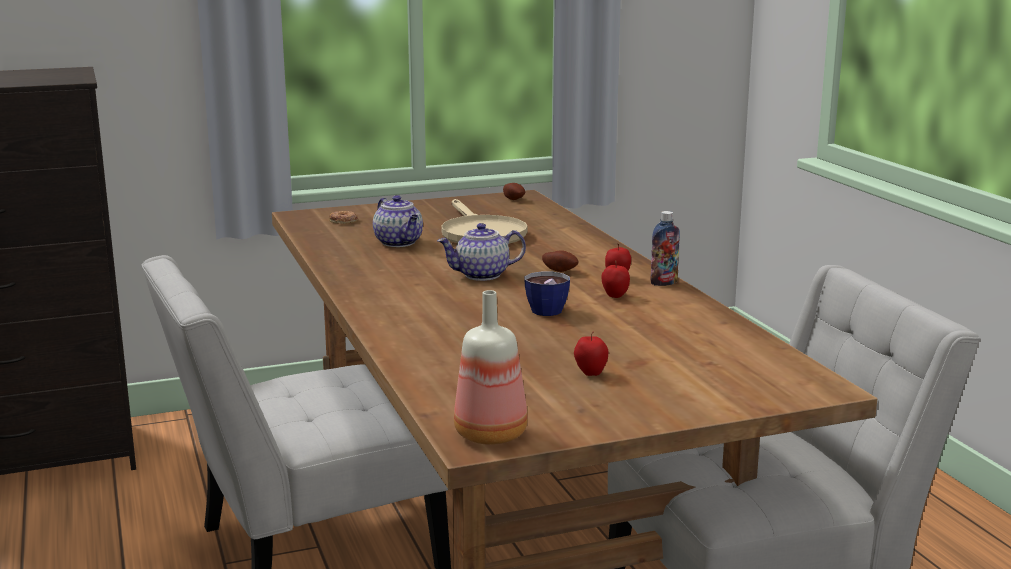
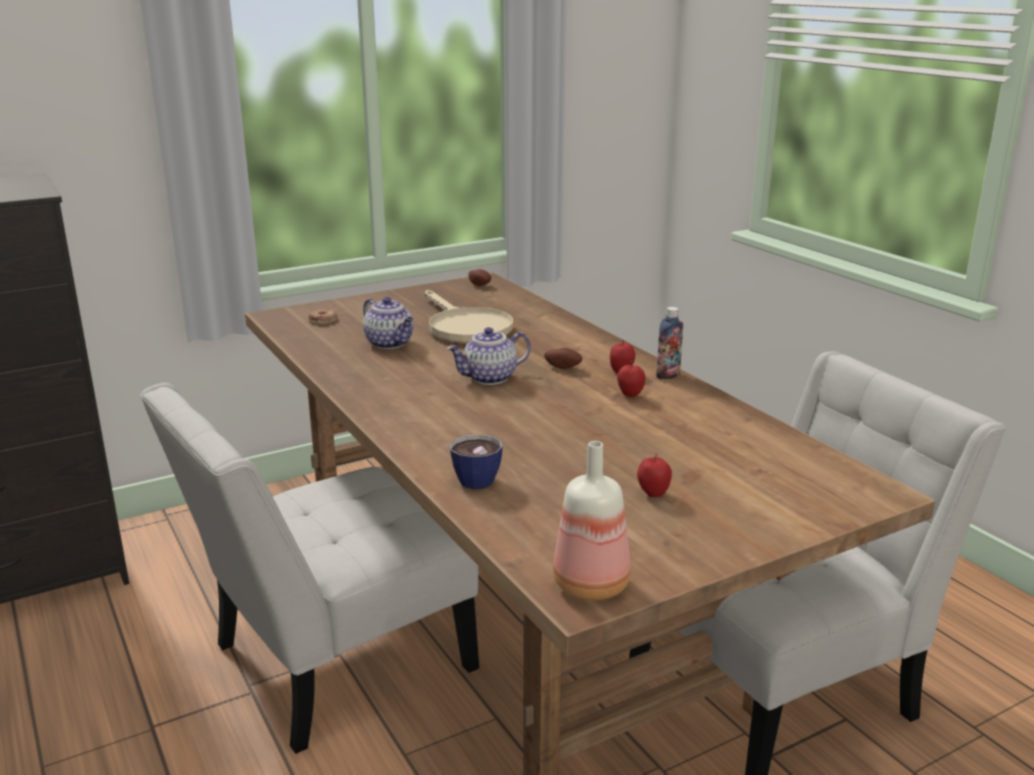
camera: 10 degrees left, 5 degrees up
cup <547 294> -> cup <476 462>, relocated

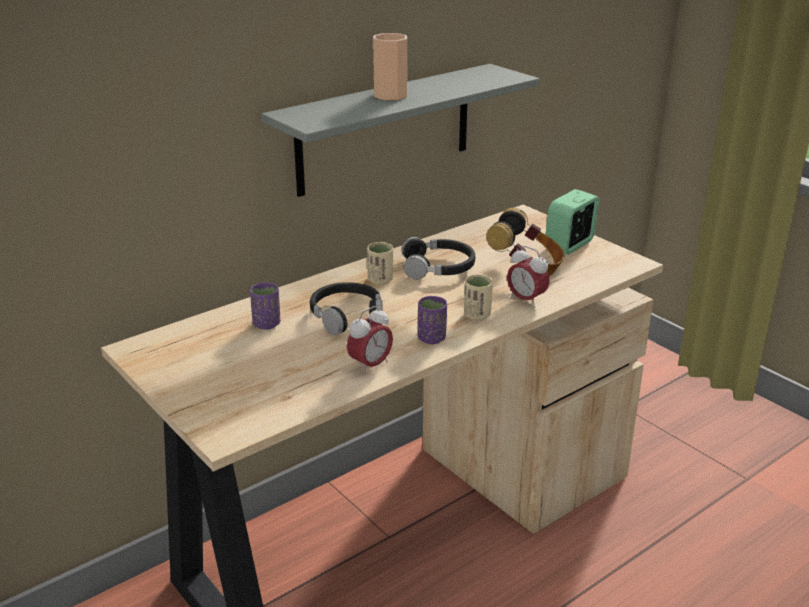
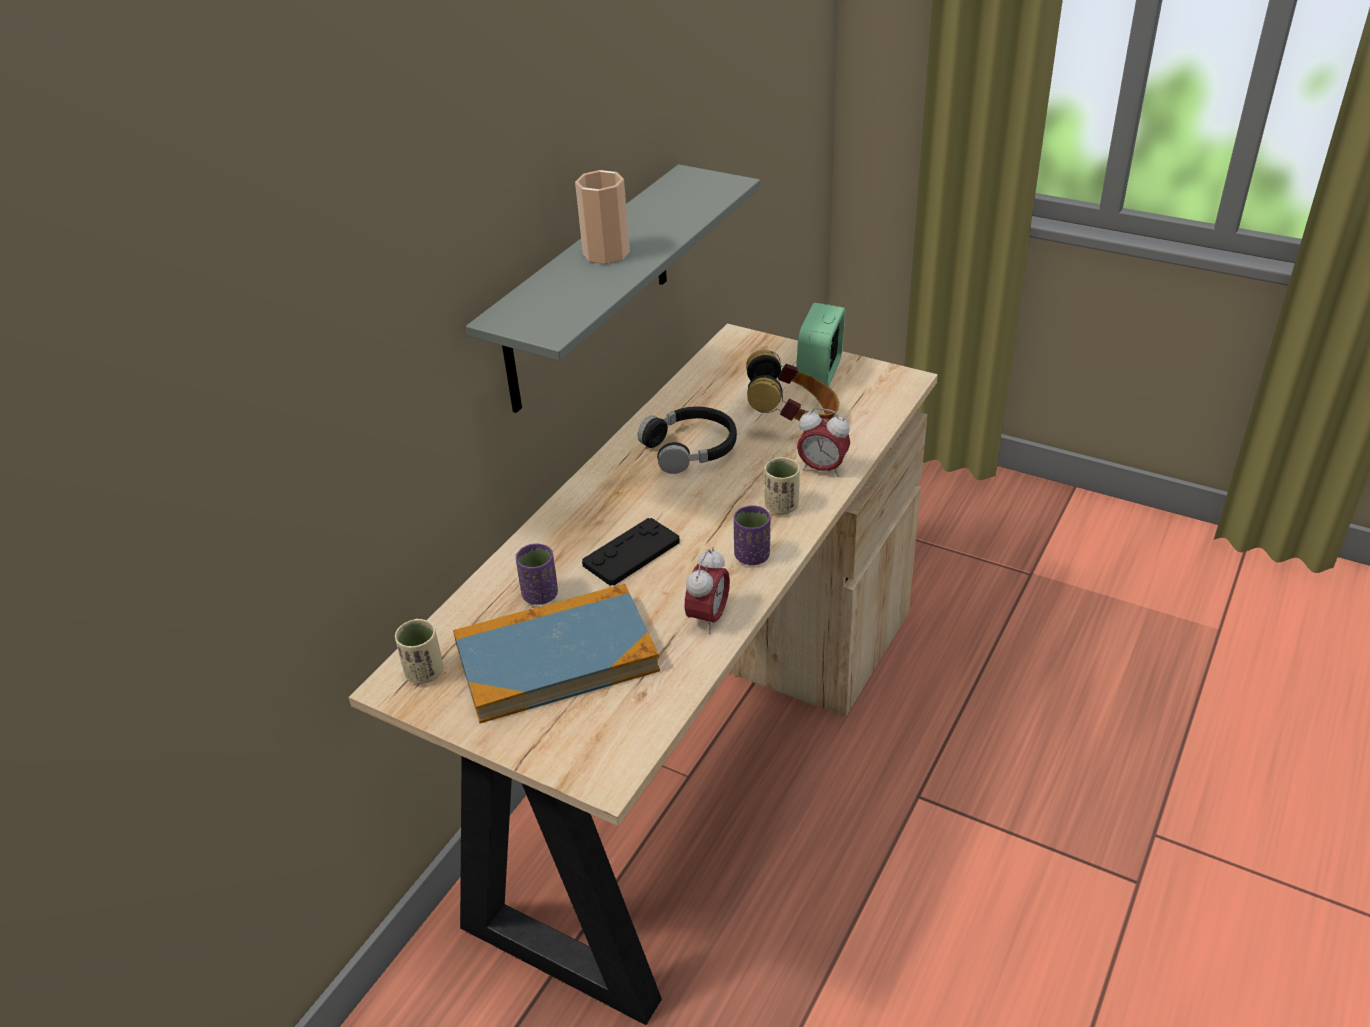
camera: 20 degrees left, 10 degrees up
sand-coloured cup <380 263> -> sand-coloured cup <419 651>, relocated
black headset <346 308> -> black joypad <631 552>
none -> bound book <556 653>

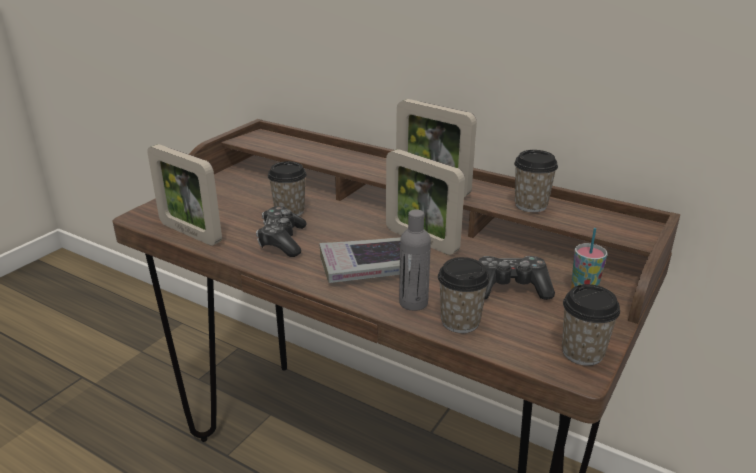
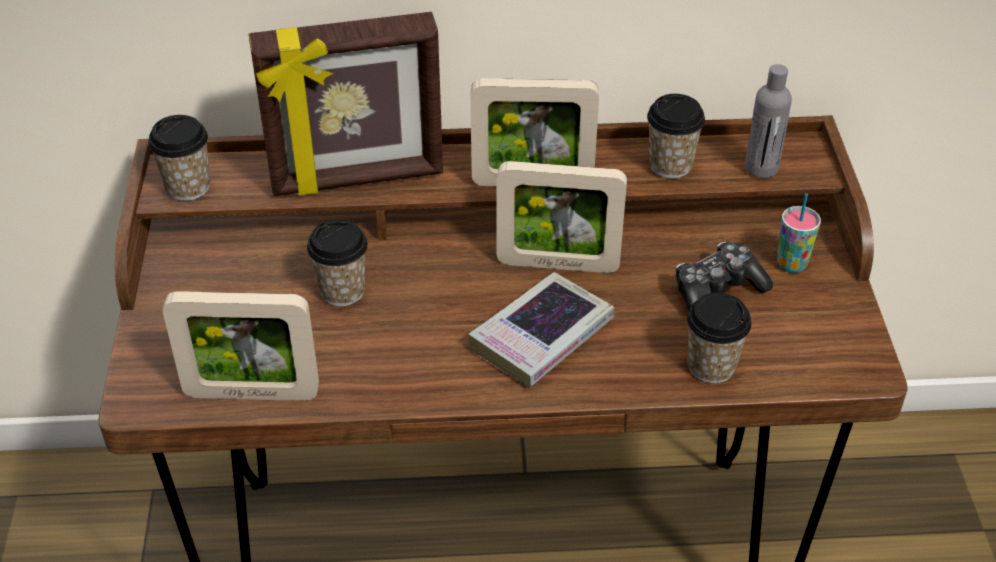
camera: 35 degrees left, 15 degrees up
joypad <281 231> -> none
gray drink bottle <415 260> -> gray drink bottle <768 121>, relocated
cup <591 325> -> cup <179 158>, relocated
none -> picture frame <346 104>

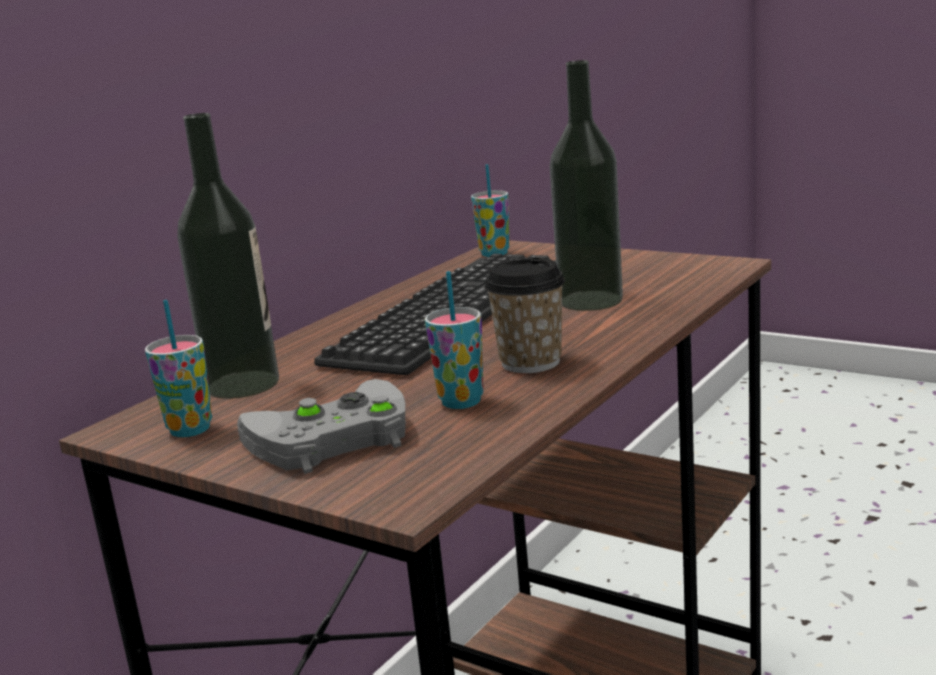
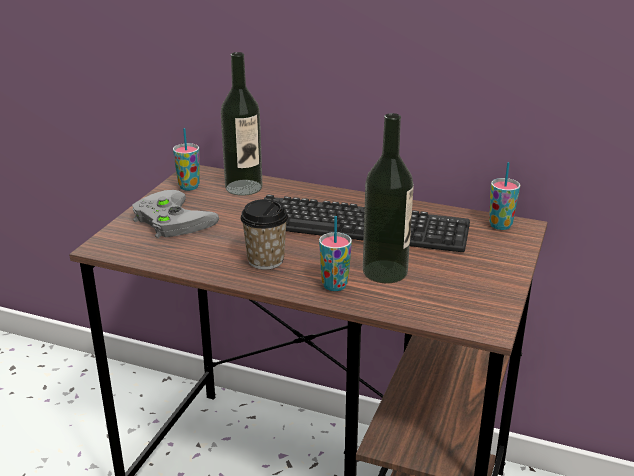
camera: 75 degrees right, 10 degrees up
cup <454 340> -> cup <335 253>, relocated

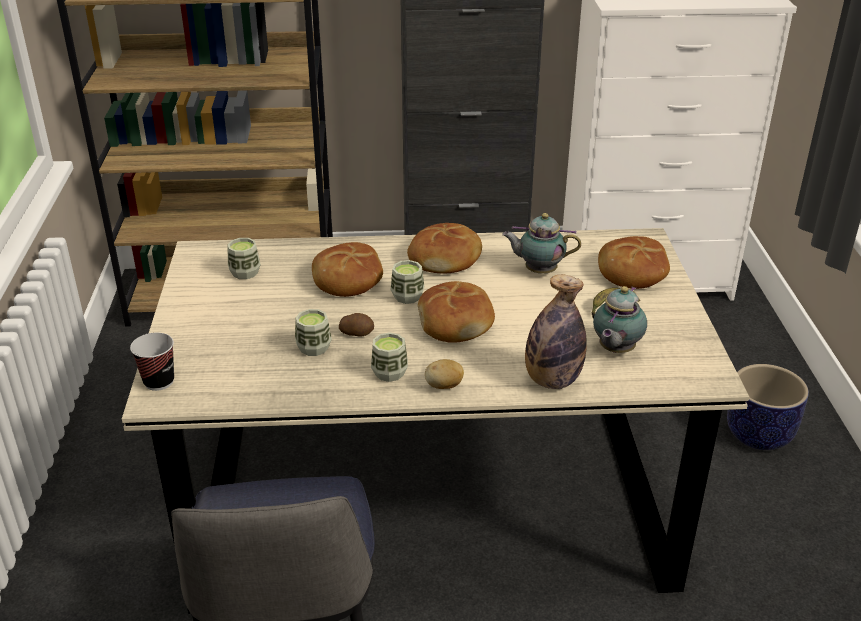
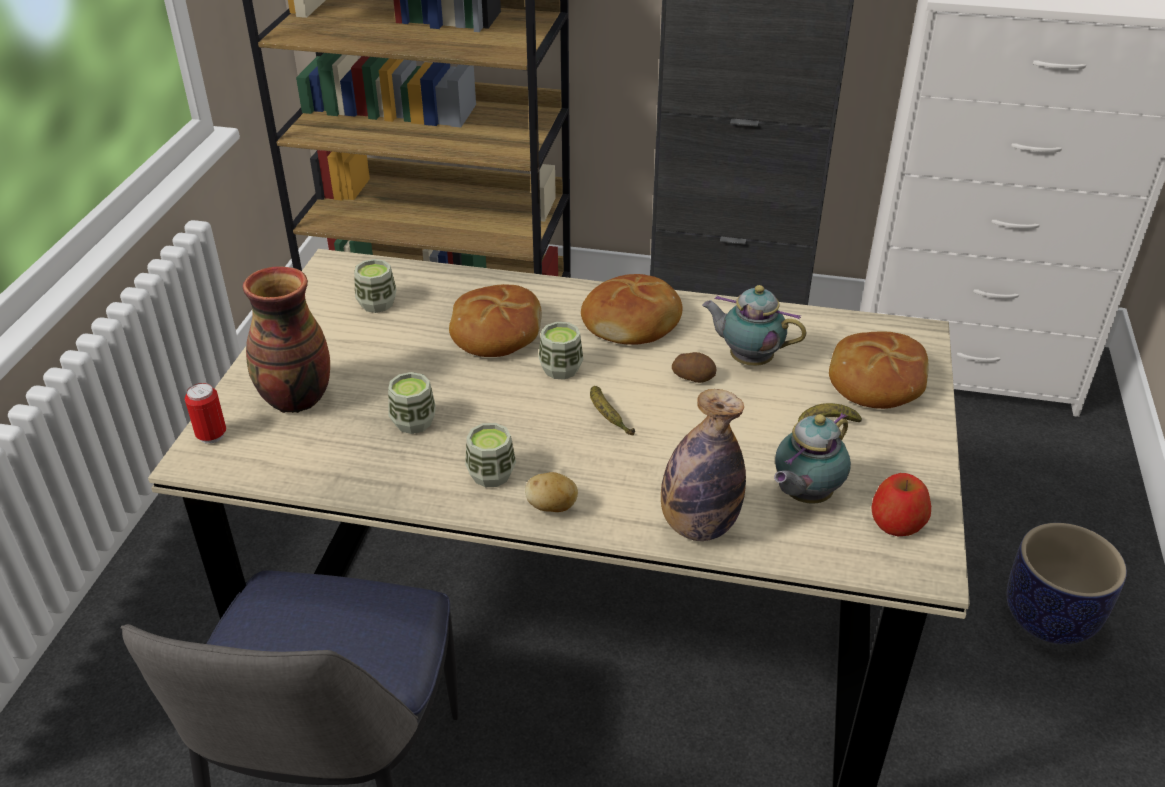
camera: 15 degrees right, 5 degrees up
bread <456 312> -> banana fruit <612 410>
whole potato <356 325> -> whole potato <694 367>, relocated
cup <152 362> -> sealed can <205 413>
none -> flower vase <286 339>
none -> apple fruit <901 504>

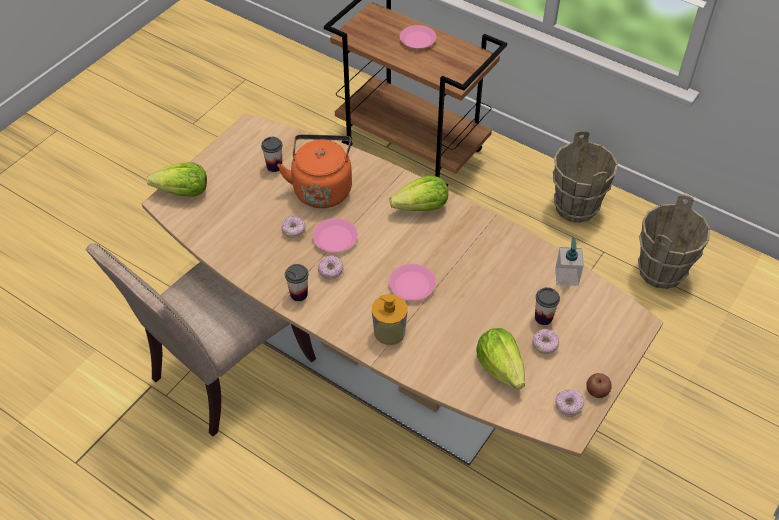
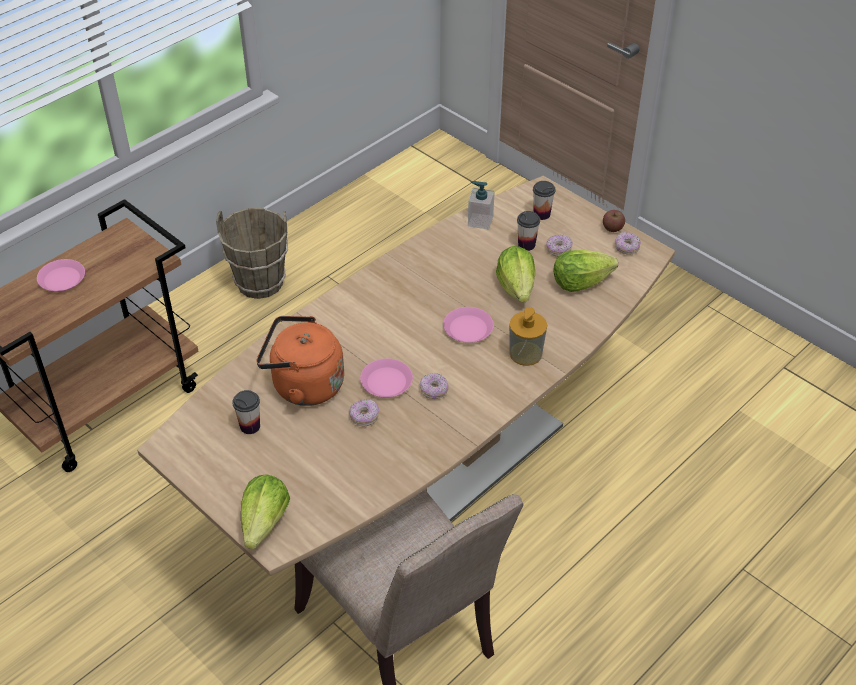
camera: 80 degrees left, 5 degrees down
lettuce <419 193> -> lettuce <515 274>, relocated
brownish bucket <674 241> -> none
cup <297 282> -> cup <544 200>, relocated

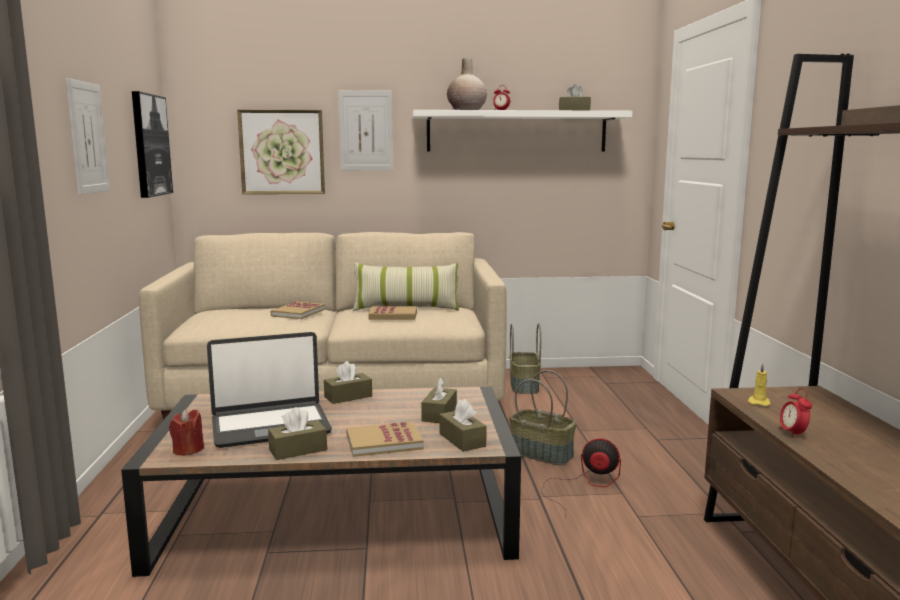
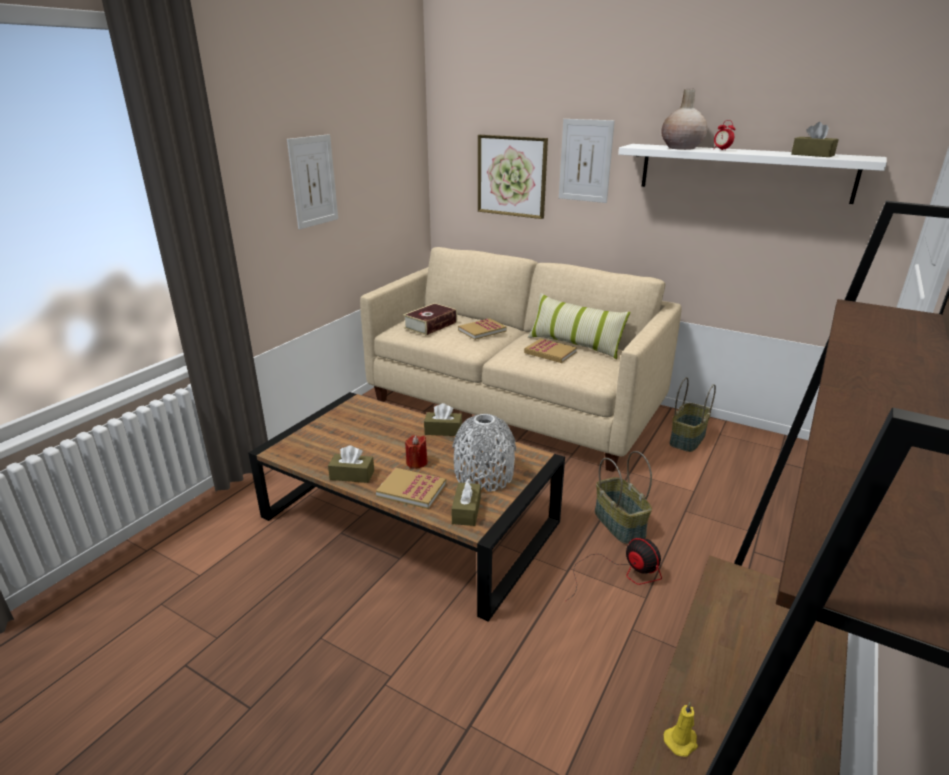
camera: 35 degrees right, 15 degrees up
wall art <152 144> -> none
laptop <269 390> -> none
yellowish candle <759 384> -> yellowish candle <680 729>, relocated
brownish tissue box <439 400> -> gray flower vase <484 452>
bedside clock <796 413> -> none
red candle <186 432> -> red candle <416 451>, relocated
none -> bound book <430 319>

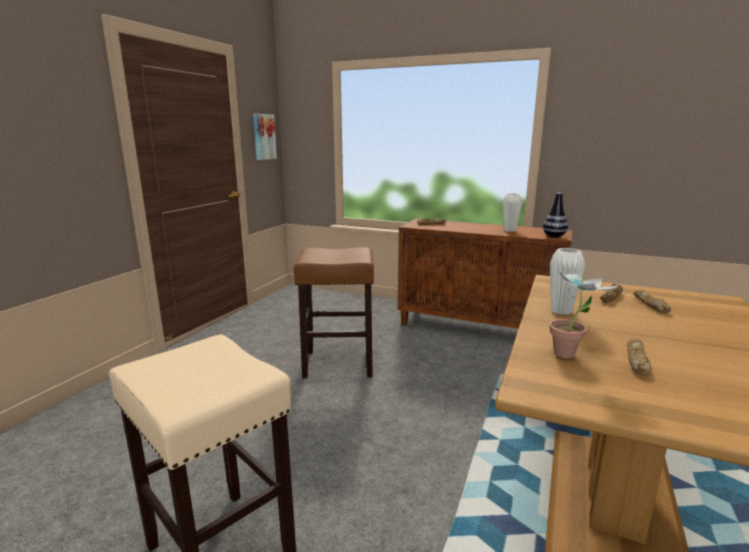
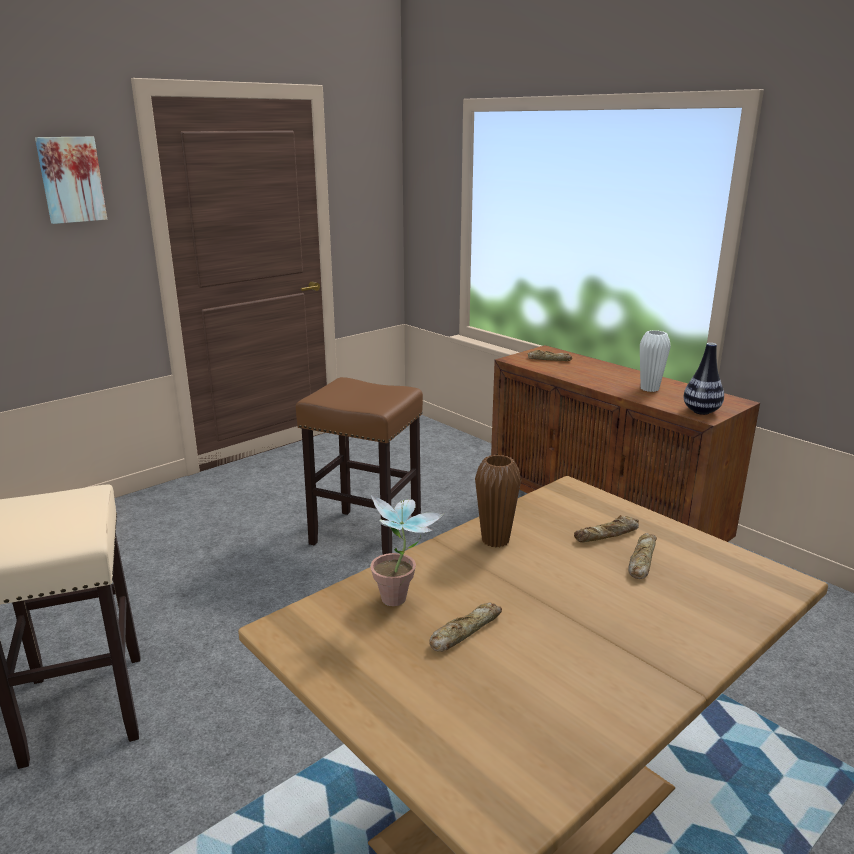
camera: 25 degrees right, 5 degrees up
wall art <265 137> -> wall art <71 180>, relocated
white flower vase <567 281> -> brownish flower vase <498 501>

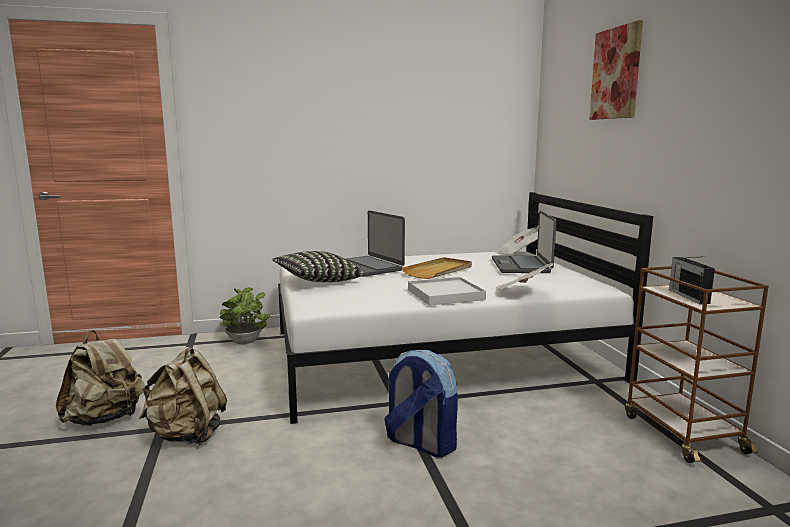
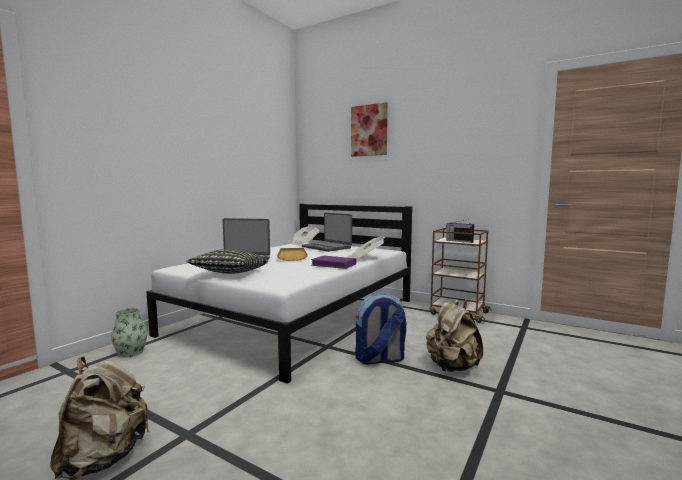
camera: 45 degrees left, 5 degrees down
white serving tray <447 291> -> purple-coloured bound book <334 262>
plant in a pot <244 316> -> flower vase <129 333>
sand-coloured backpack <183 396> -> sand-coloured backpack <454 335>, relocated

